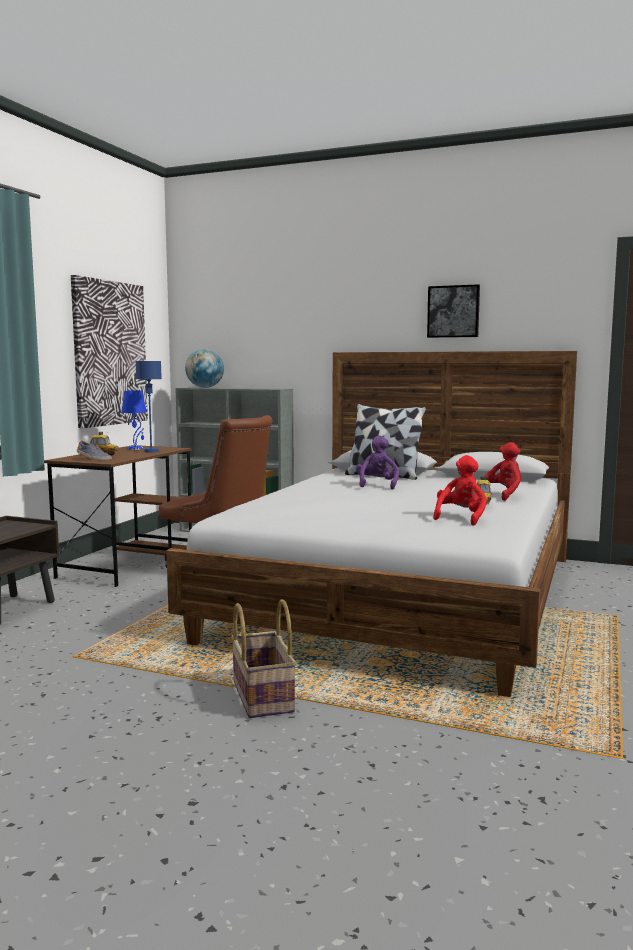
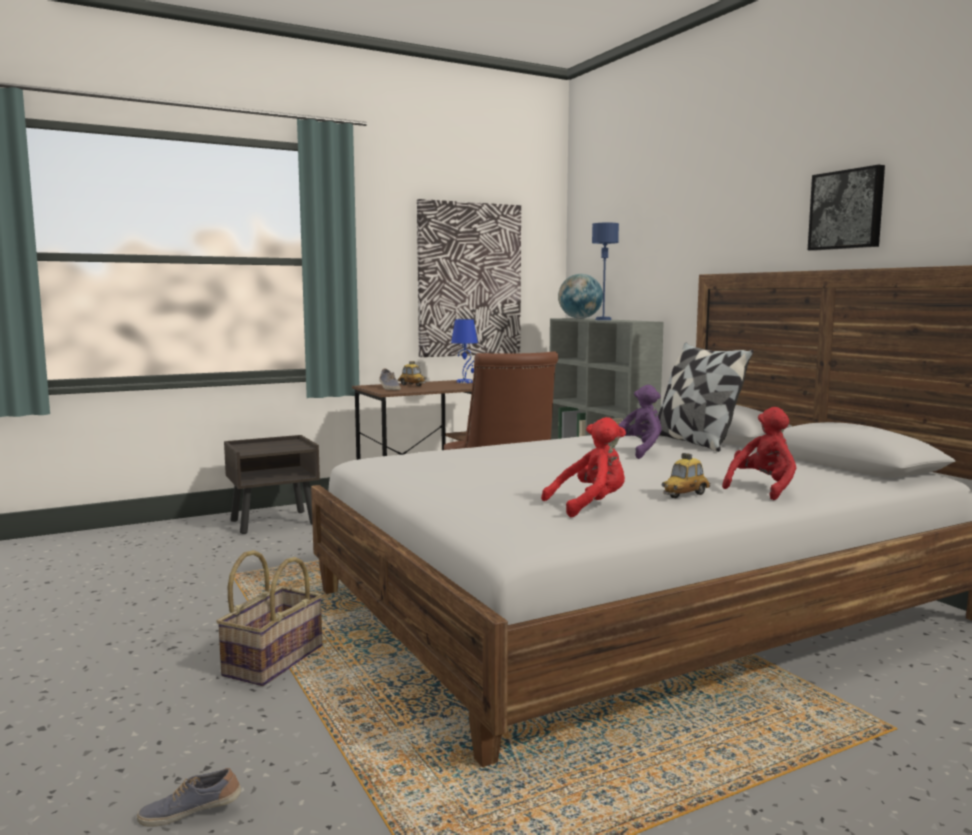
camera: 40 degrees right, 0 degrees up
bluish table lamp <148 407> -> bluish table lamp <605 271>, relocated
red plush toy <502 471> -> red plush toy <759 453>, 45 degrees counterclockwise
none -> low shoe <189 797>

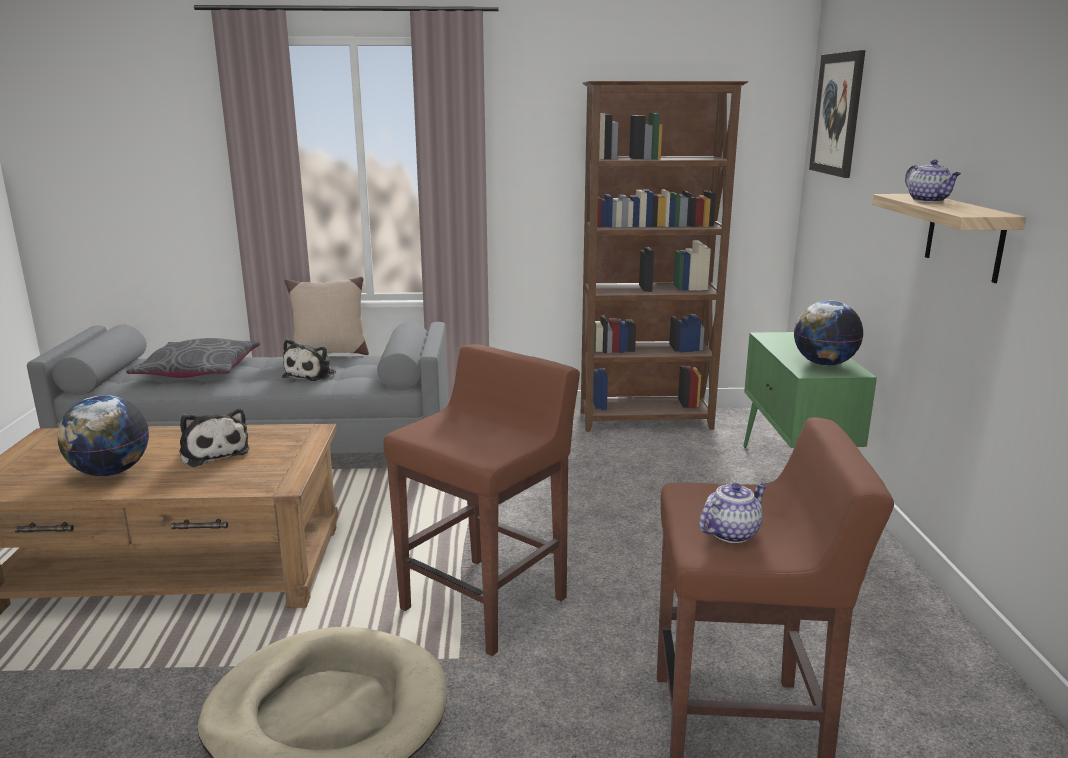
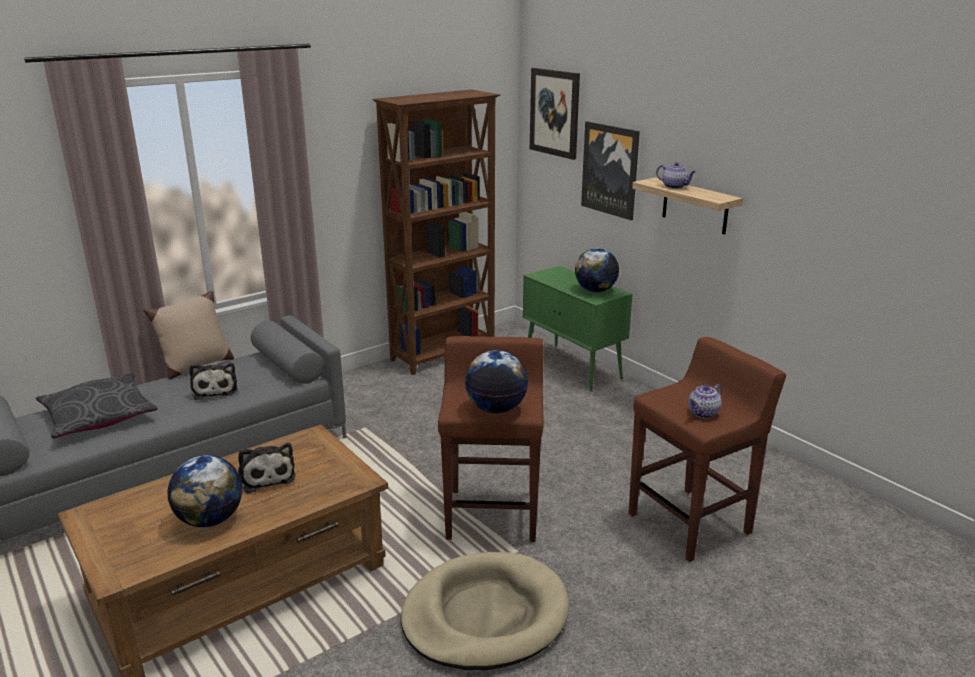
camera: 35 degrees left, 5 degrees up
plush toy <214 438> -> plush toy <267 468>, 45 degrees clockwise
teapot <733 512> -> teapot <705 401>, 150 degrees counterclockwise
none -> wall art <610 170>
none -> globe <496 381>

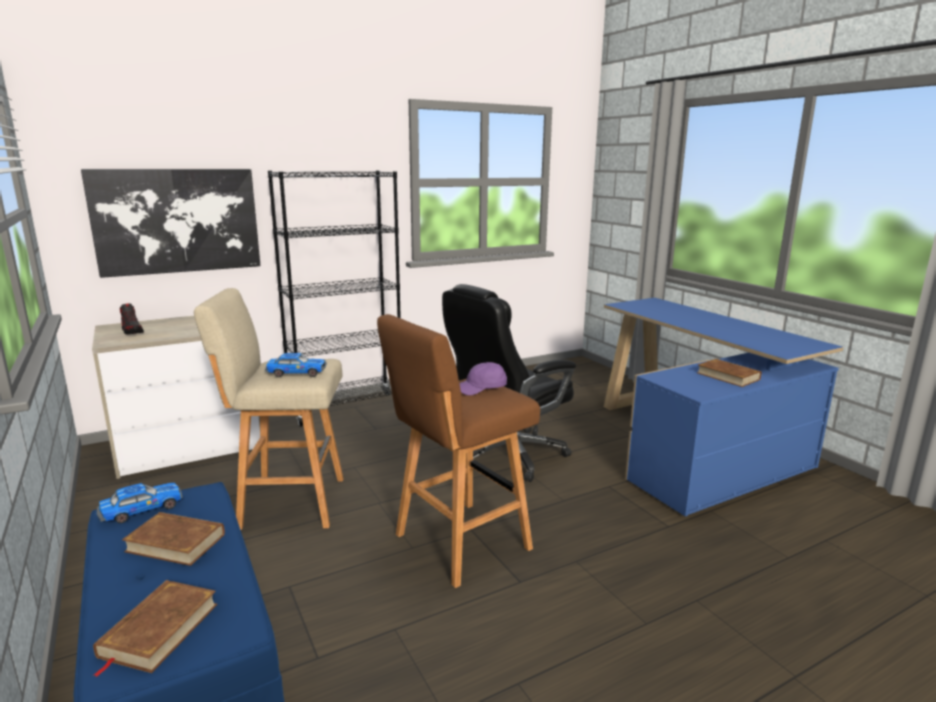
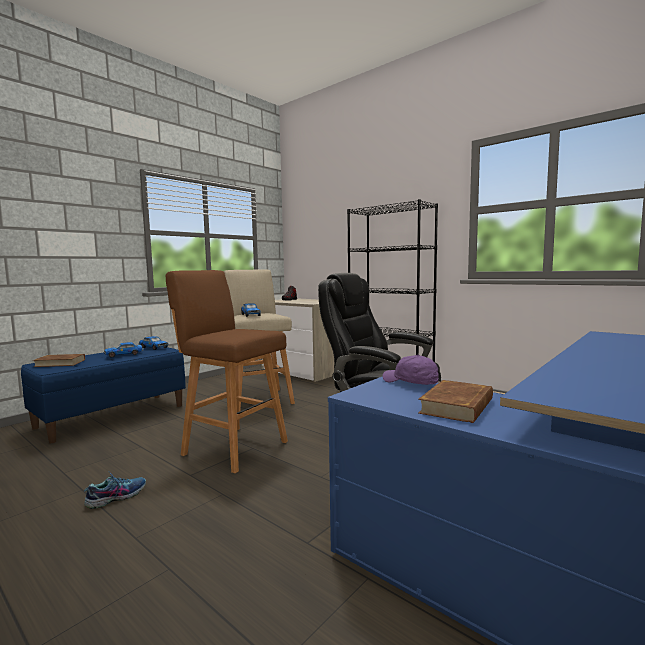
camera: 70 degrees right, 10 degrees down
wall art <171 223> -> none
purple-coloured cap <483 379> -> purple-coloured cap <411 370>, relocated
brownish bound book <173 539> -> model car <124 350>
none -> low shoe <115 491>

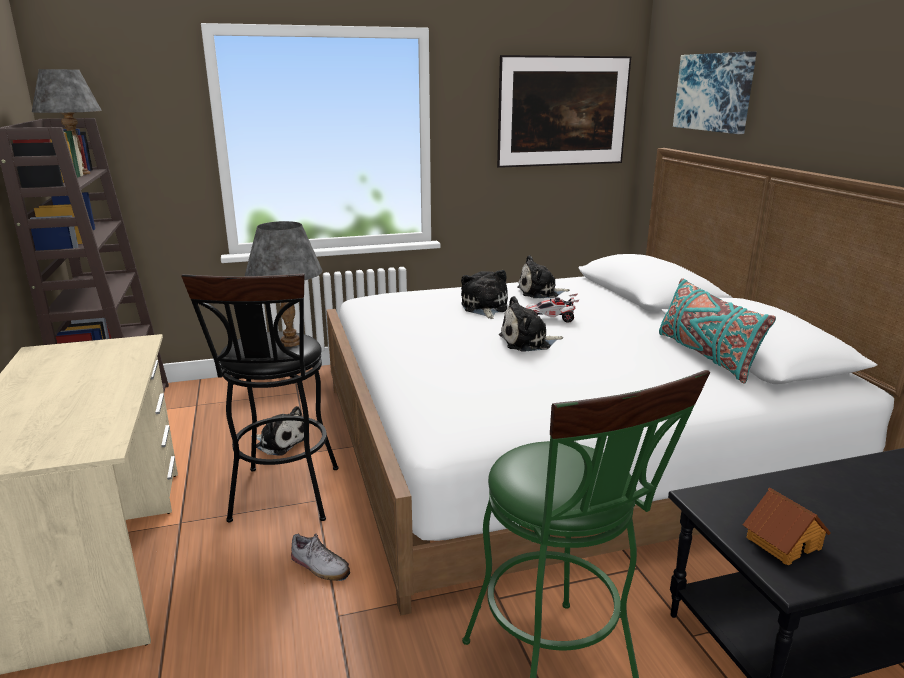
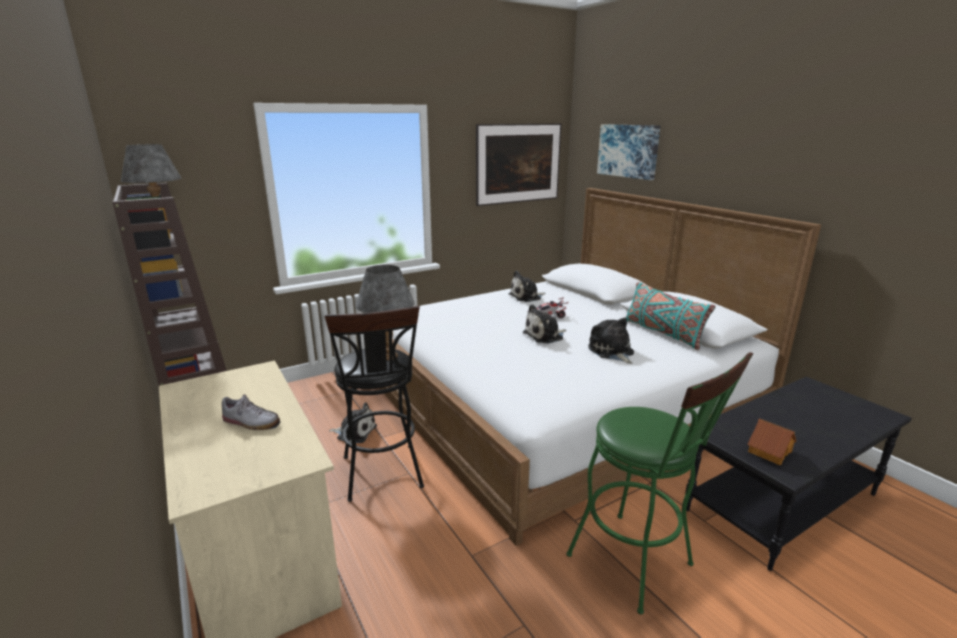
camera: 15 degrees left, 0 degrees up
plush toy <484 294> -> plush toy <611 340>, relocated
low shoe <320 557> -> low shoe <251 412>, relocated

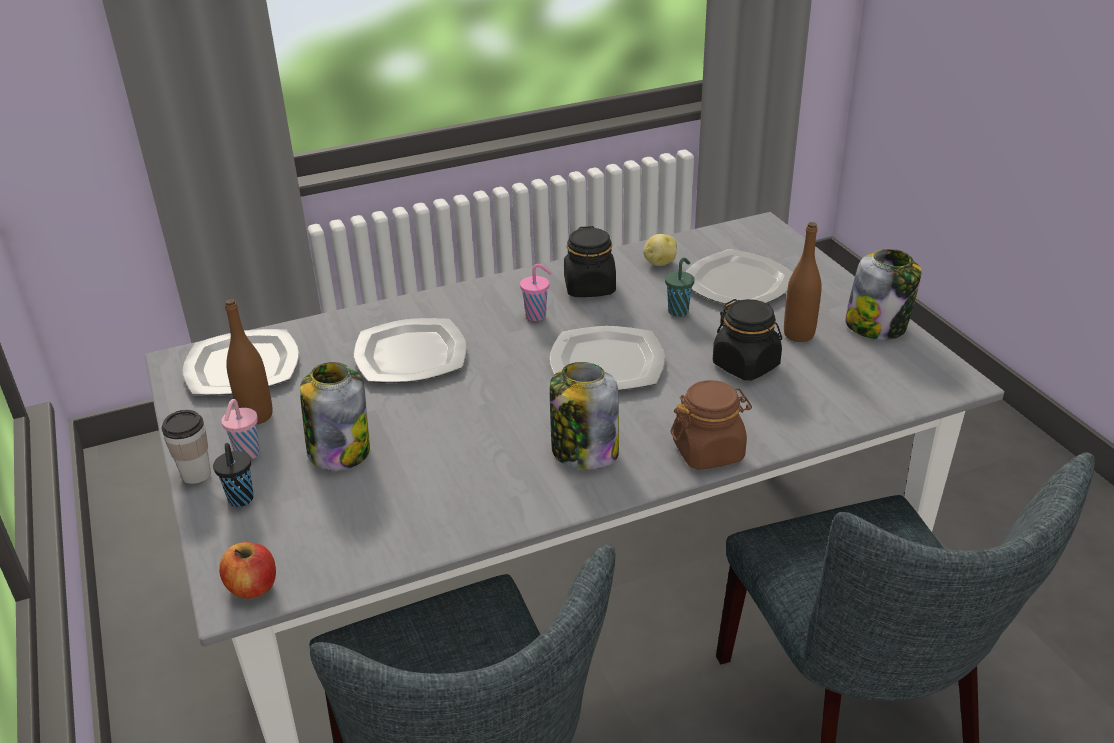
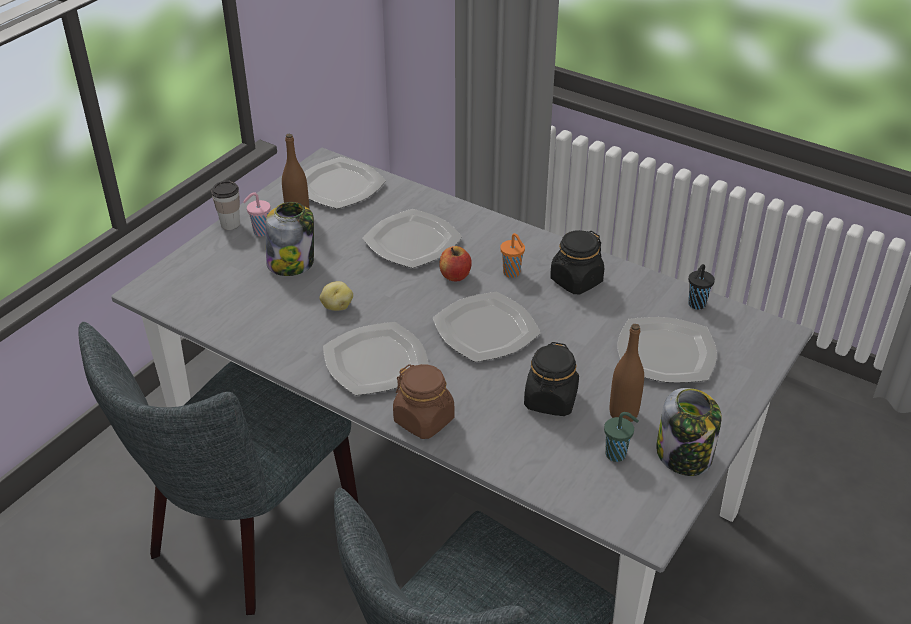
camera: 55 degrees right, 5 degrees up
whole potato <660 250> -> whole potato <336 296>, relocated
greenish cup <680 287> -> greenish cup <621 437>, relocated
pink cup <536 292> -> orange-coloured cup <512 255>
storage jar <584 416> -> flat dish <376 359>
black cup <233 475> -> black cup <701 287>, relocated
apple fruit <247 570> -> apple fruit <455 263>, relocated

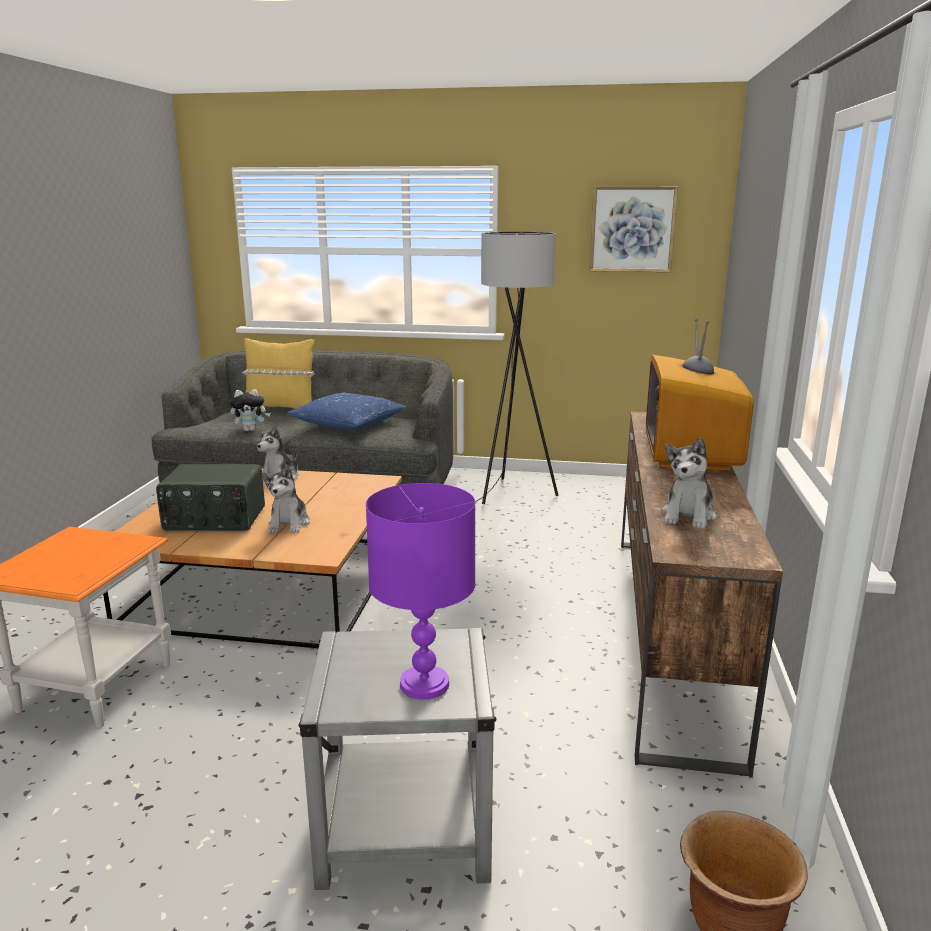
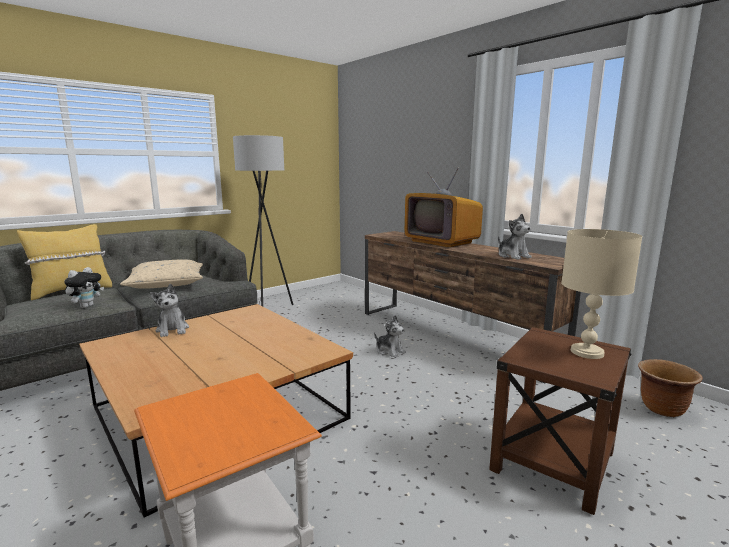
camera: 50 degrees left, 5 degrees down
wall art <633 229> -> none
bluish cushion <347 411> -> sand-coloured cushion <161 274>
radio set <210 497> -> none
plush toy <286 499> -> plush toy <390 336>, relocated
purple-coloured table lamp <421 591> -> sand-coloured table lamp <601 294>
gray accent table <397 759> -> brownish accent table <560 421>

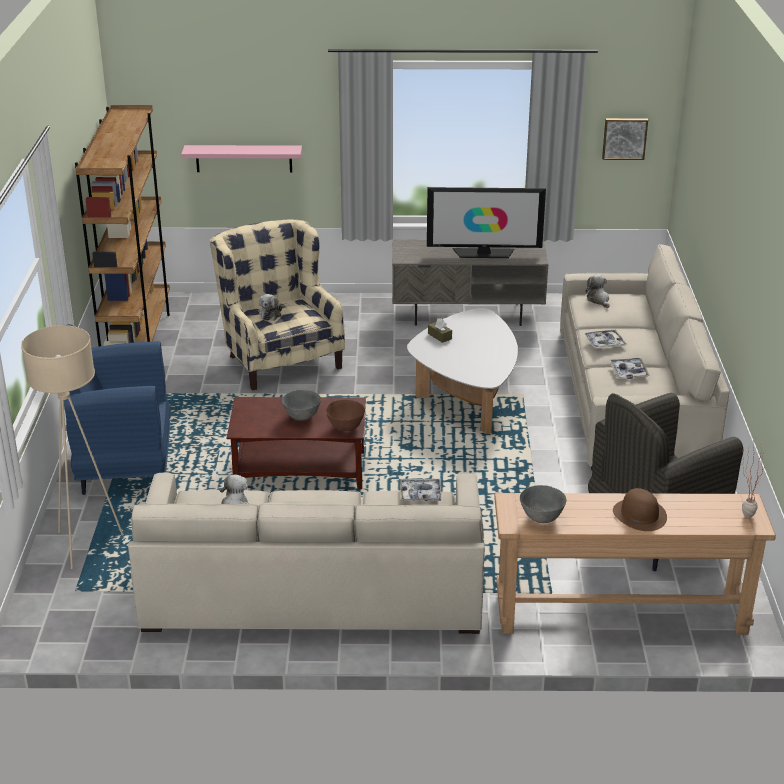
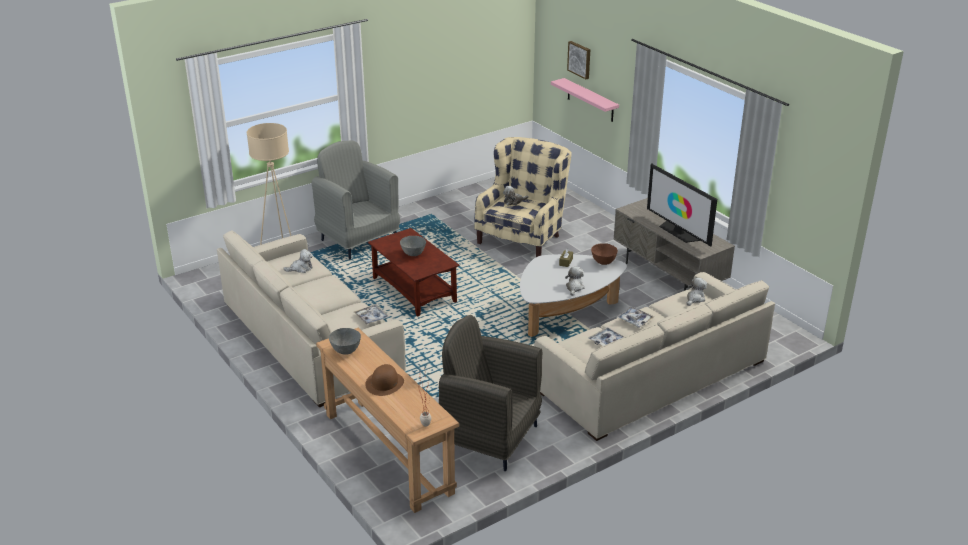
camera: 55 degrees right, 0 degrees up
brownish bookcase <122 225> -> none
wall art <625 139> -> wall art <578 60>, relocated
bluish armchair <117 409> -> gray armchair <356 199>
brownish deep dish <345 415> -> brownish deep dish <604 254>, relocated
none -> plush toy <575 281>

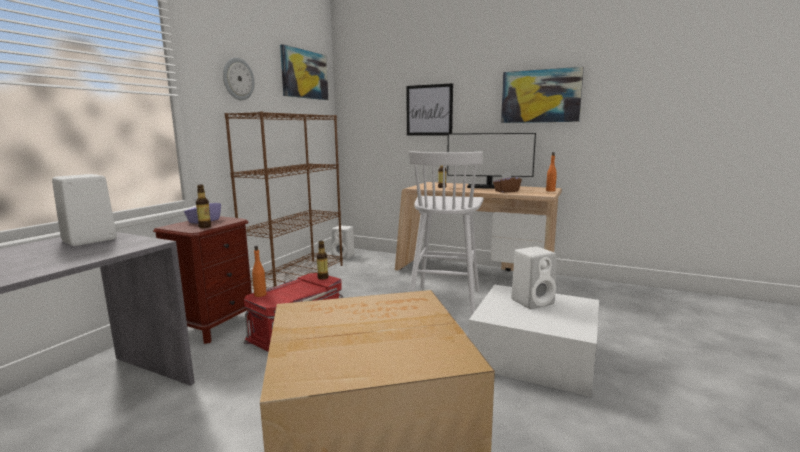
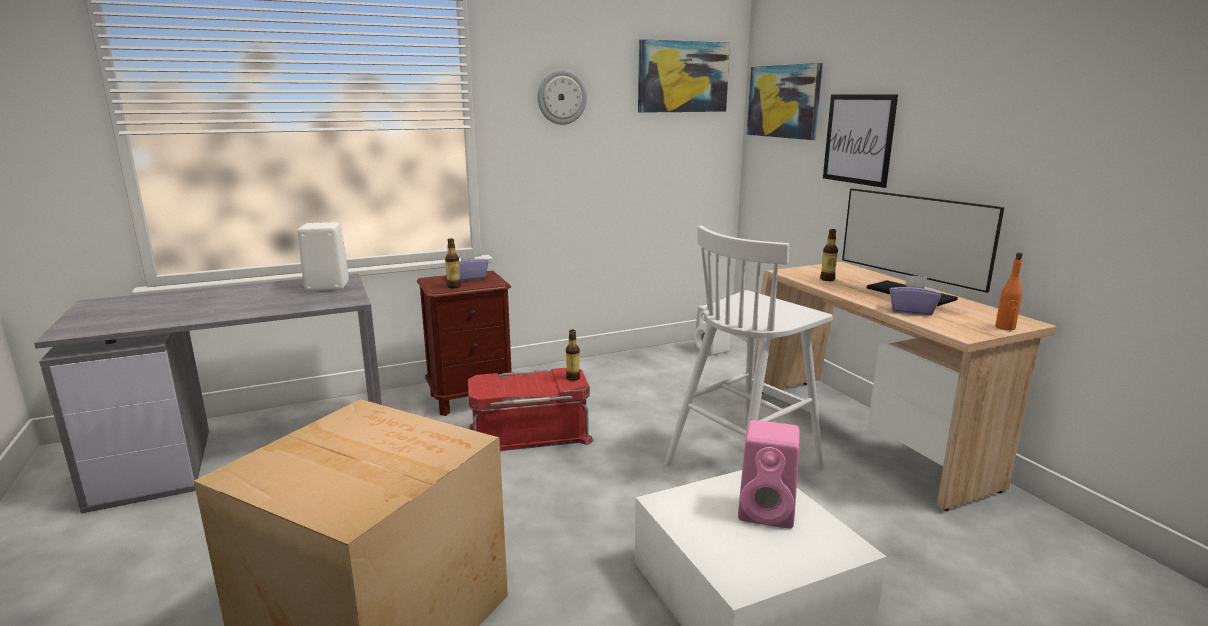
camera: 40 degrees right, 5 degrees up
wall art <542 95> -> wall art <785 101>, relocated
brownish bookcase <283 200> -> none
brownish tissue box <507 182> -> purple-coloured tissue box <915 295>
orange-coloured drink bottle <259 271> -> none
white loudspeaker <533 278> -> pink loudspeaker <769 474>

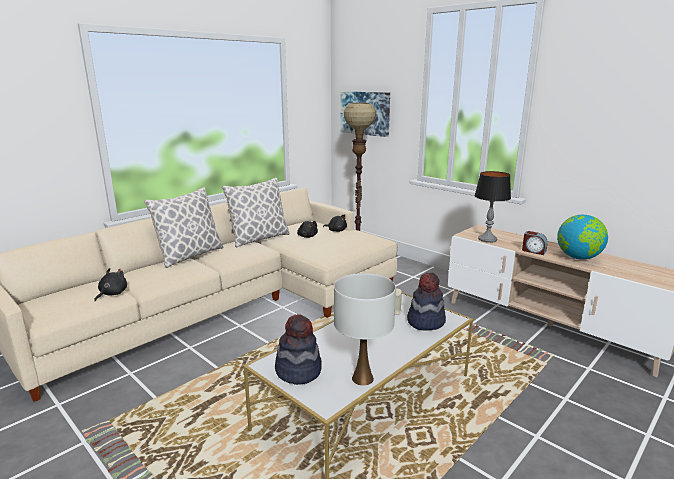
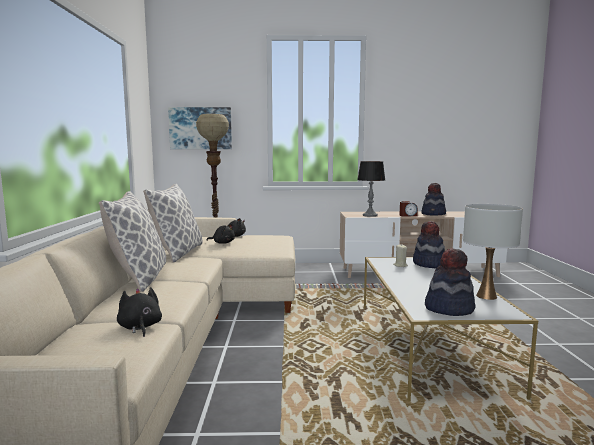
camera: 45 degrees left, 10 degrees down
globe <582 237> -> wearable hat <433 199>

